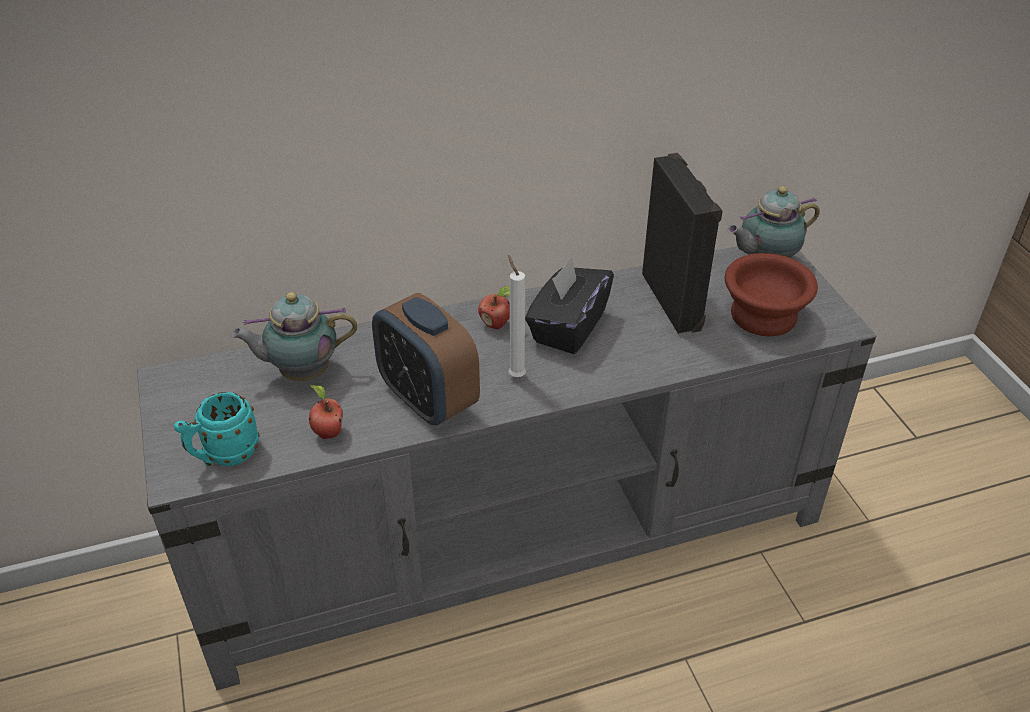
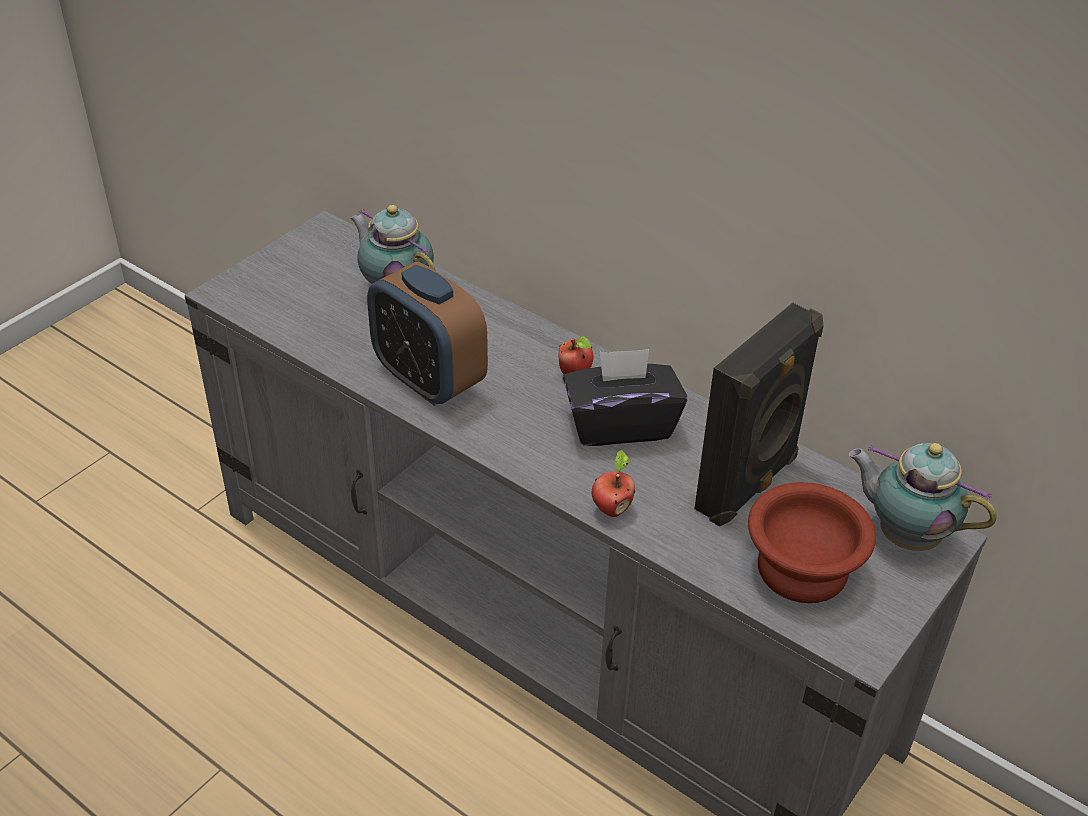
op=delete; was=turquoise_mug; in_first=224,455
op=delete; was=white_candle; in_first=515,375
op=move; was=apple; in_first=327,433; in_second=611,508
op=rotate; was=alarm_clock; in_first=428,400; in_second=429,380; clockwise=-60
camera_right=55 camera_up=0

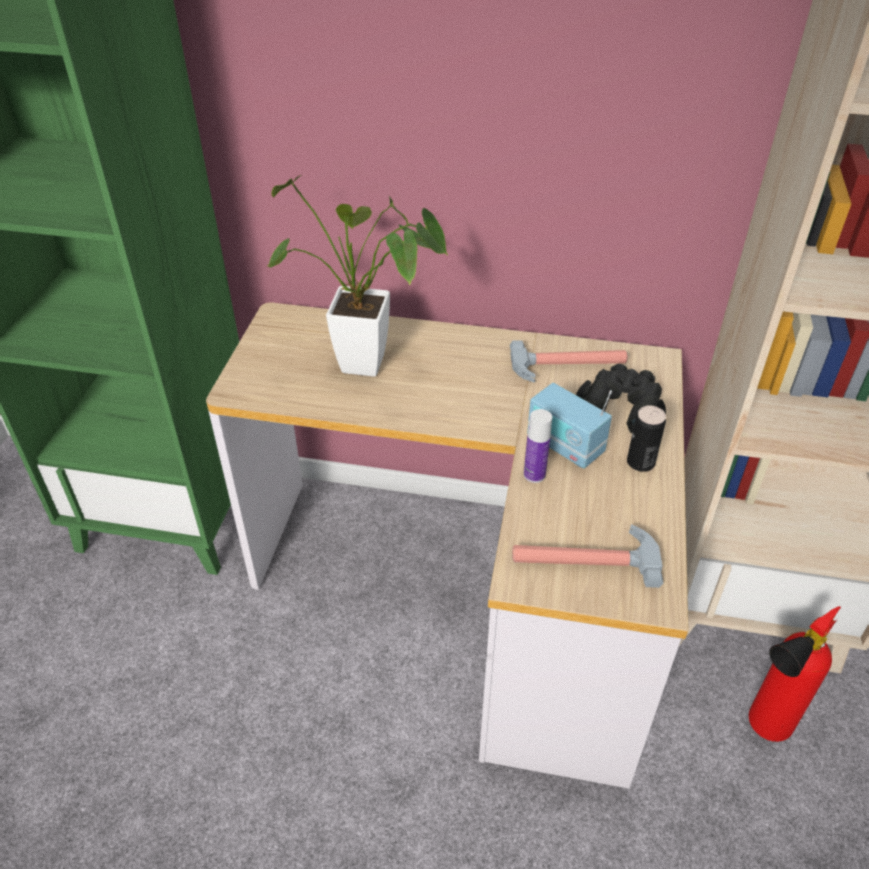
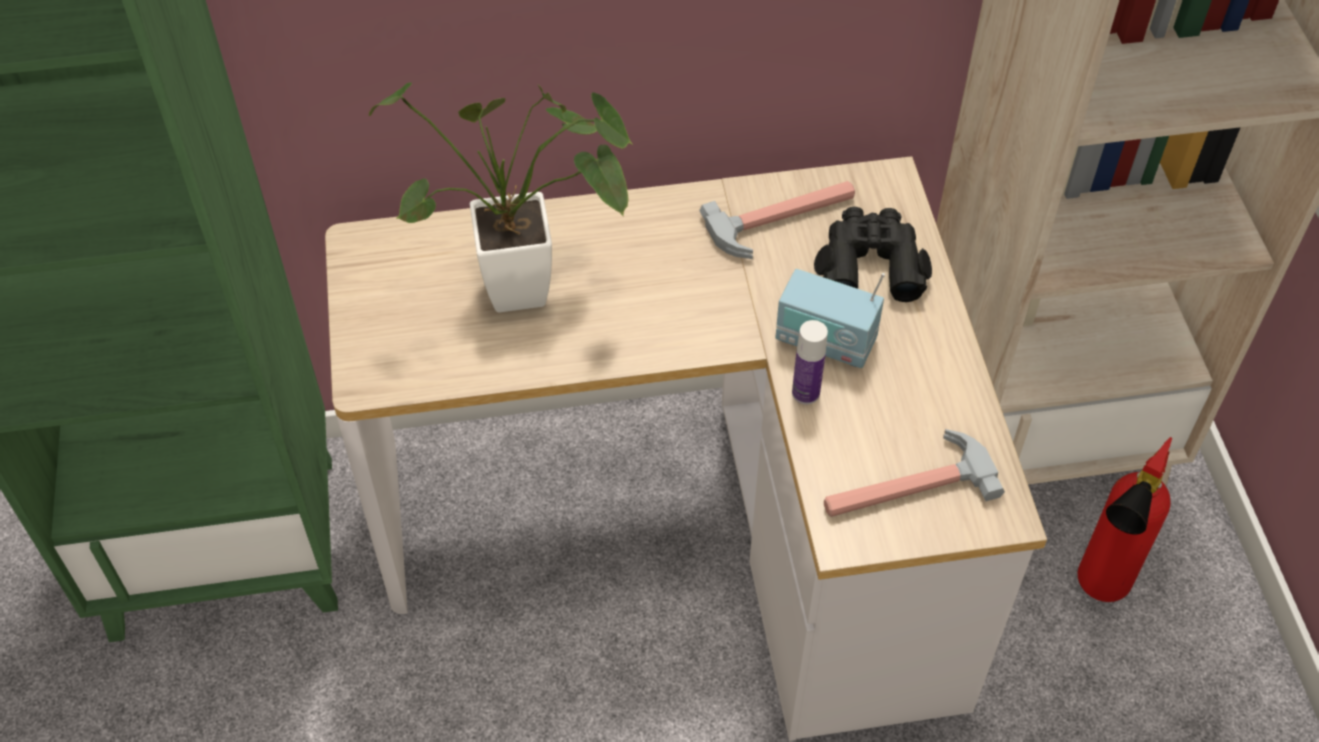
op=delete; was=can; in_first=640,462
camera_right=-20 camera_up=10

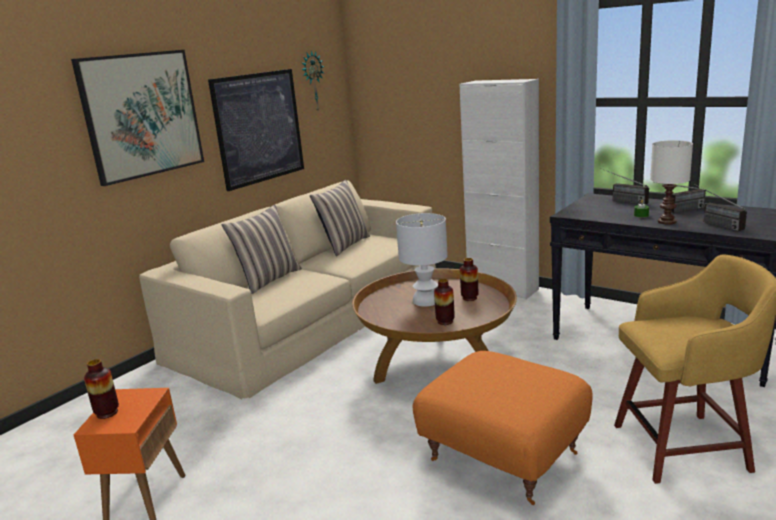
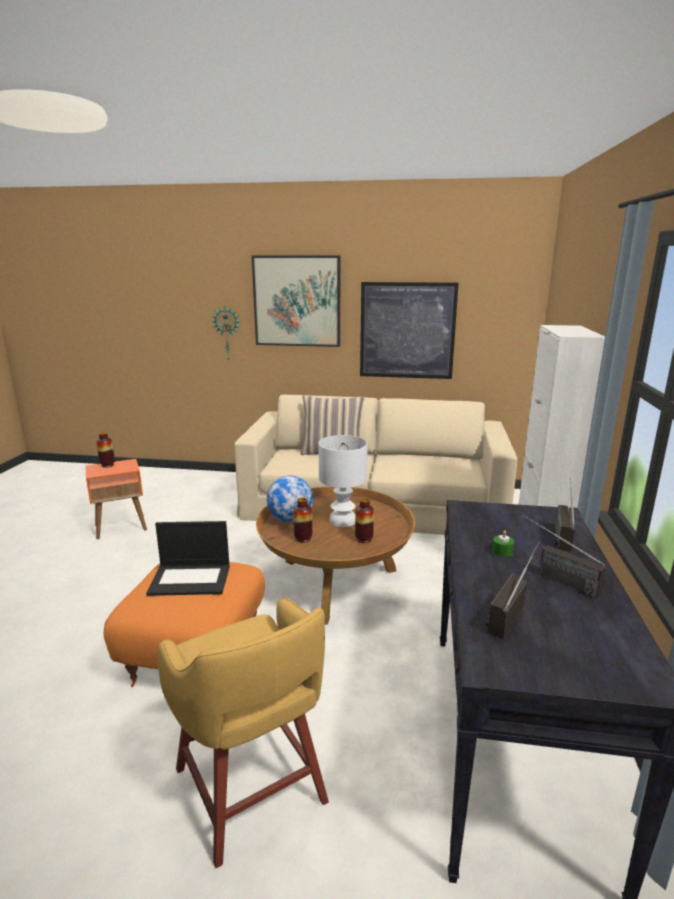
op=delete; was=pillow; in_first=344,245
op=delete; was=white_table_lamp; in_first=666,222
op=insert; now=laptop; in_second=191,579
op=insert; now=globe; in_second=290,520
op=move; was=wall_clock; in_first=312,81; in_second=227,333
camera_right=60 camera_up=0

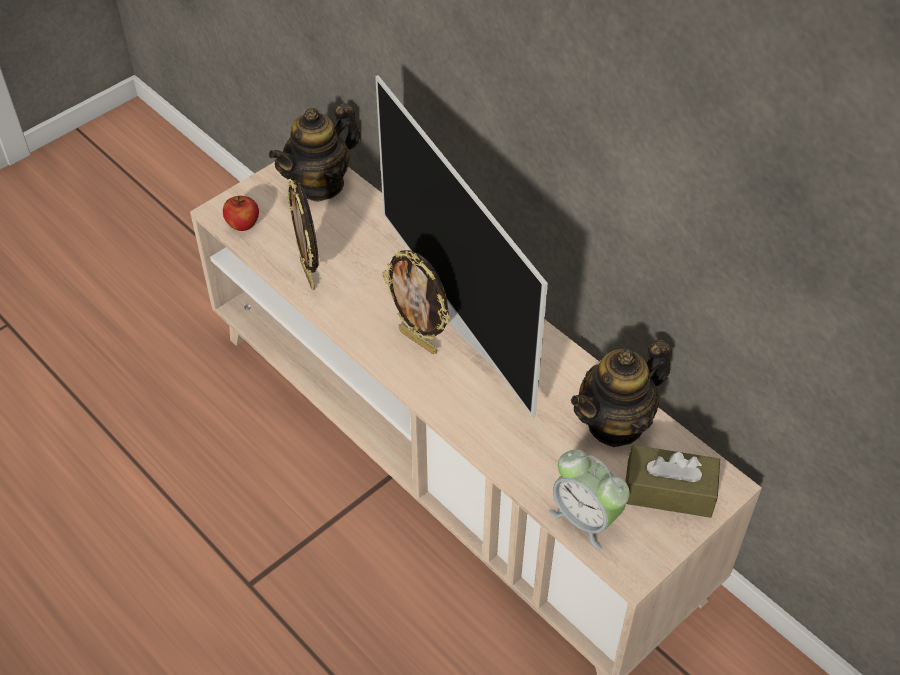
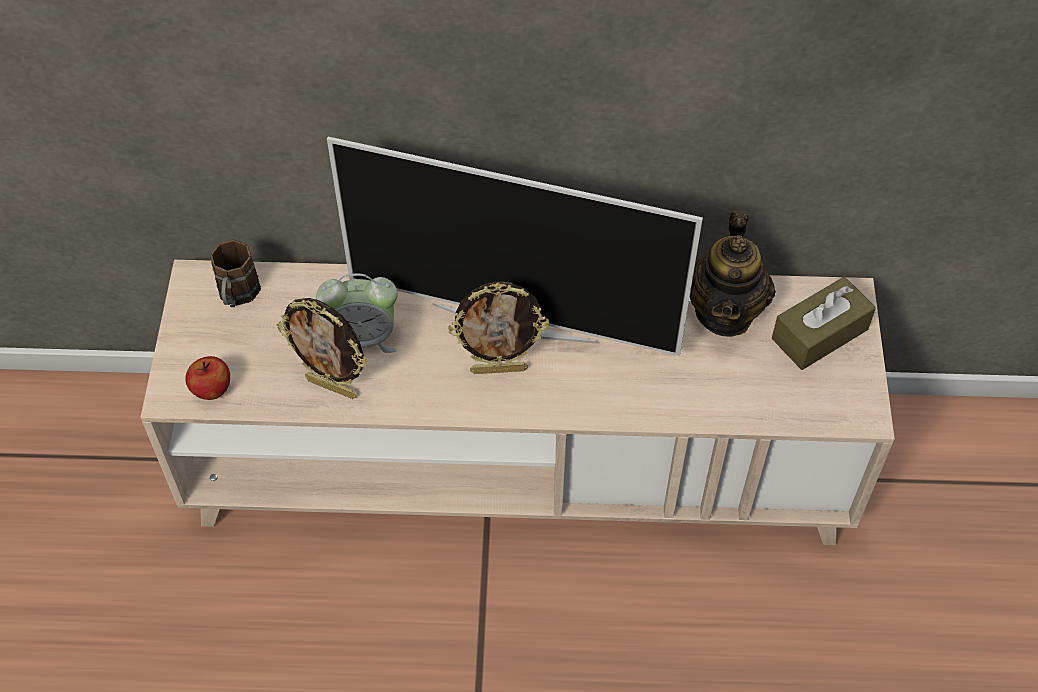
op=move; was=alarm_clock; in_first=585,518; in_second=363,337
op=replace; was=teapot; now=brown_mug; in_first=320,184; in_second=237,297
camera_right=-45 camera_up=5

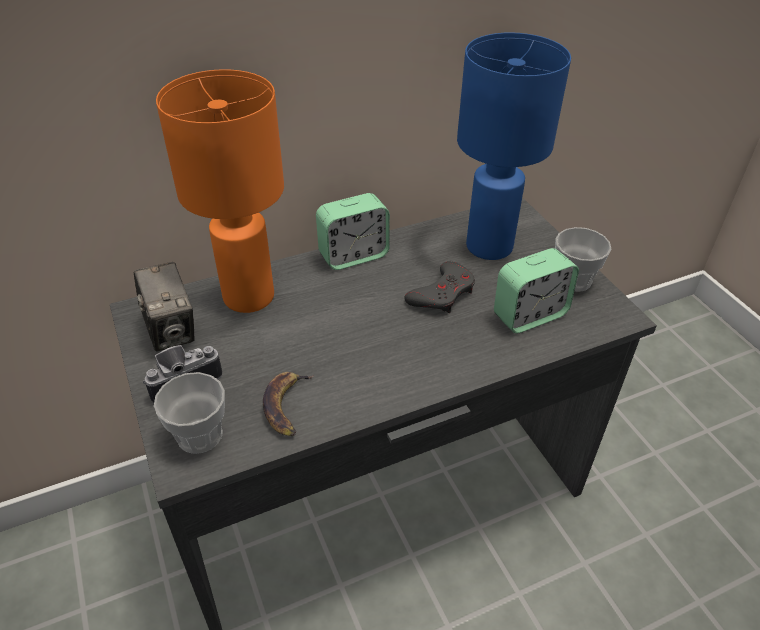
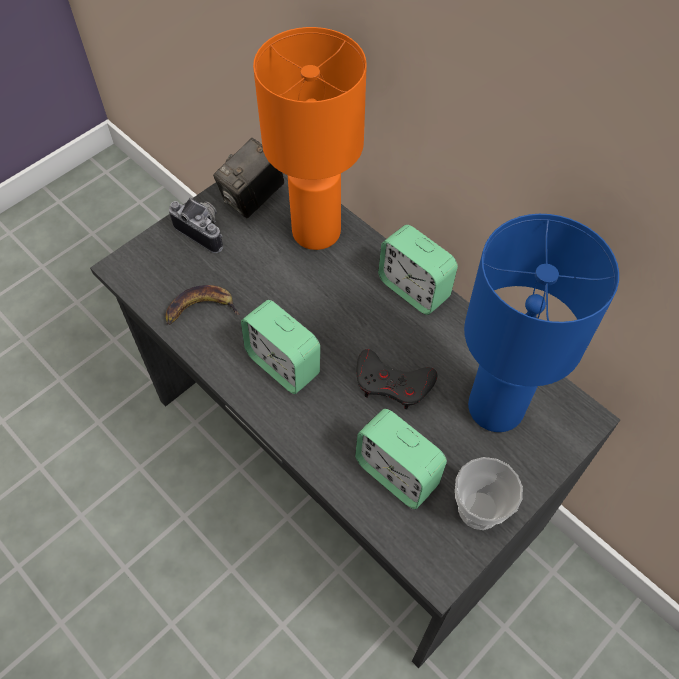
op=delete; was=cup; in_first=200,435
op=insert; now=alarm_clock; in_second=283,364
camera_right=70 camera_up=15

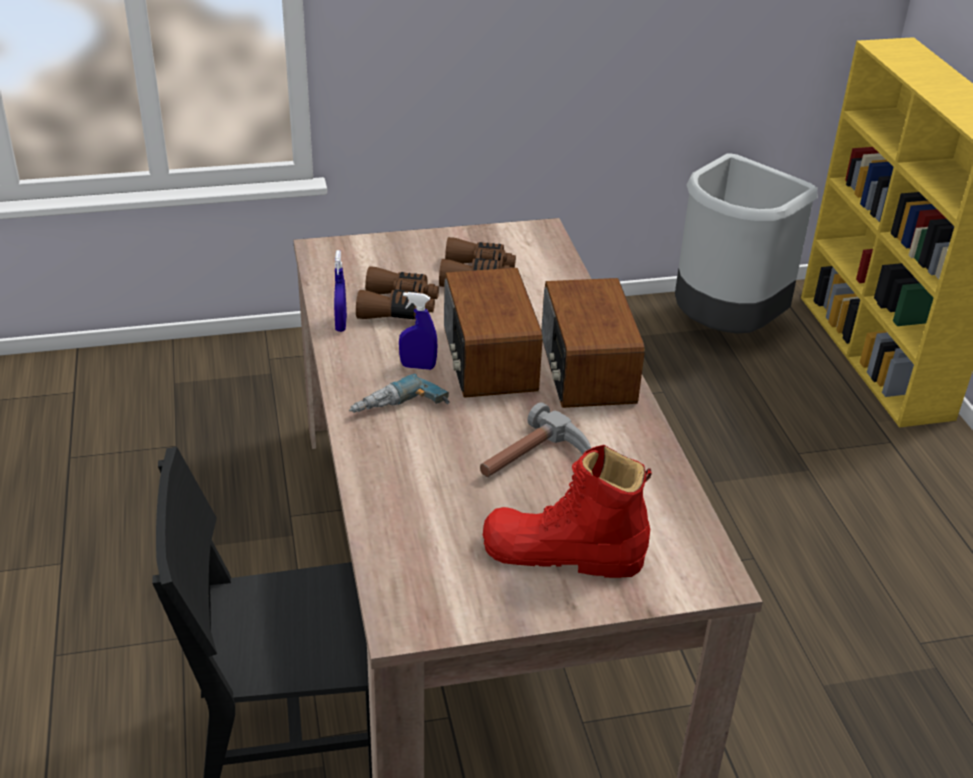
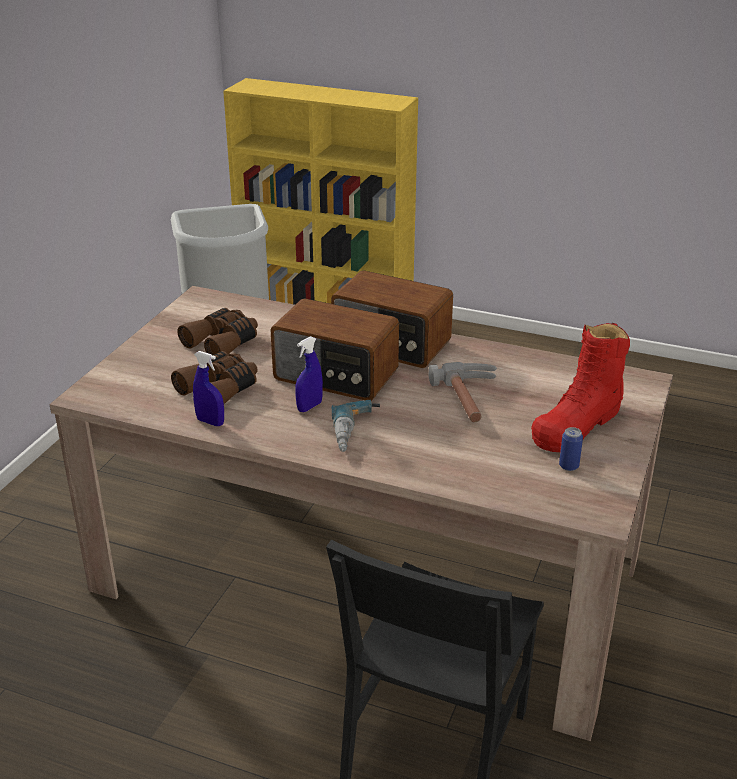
op=insert; now=can; in_second=568,466
camera_right=-55 camera_up=-5

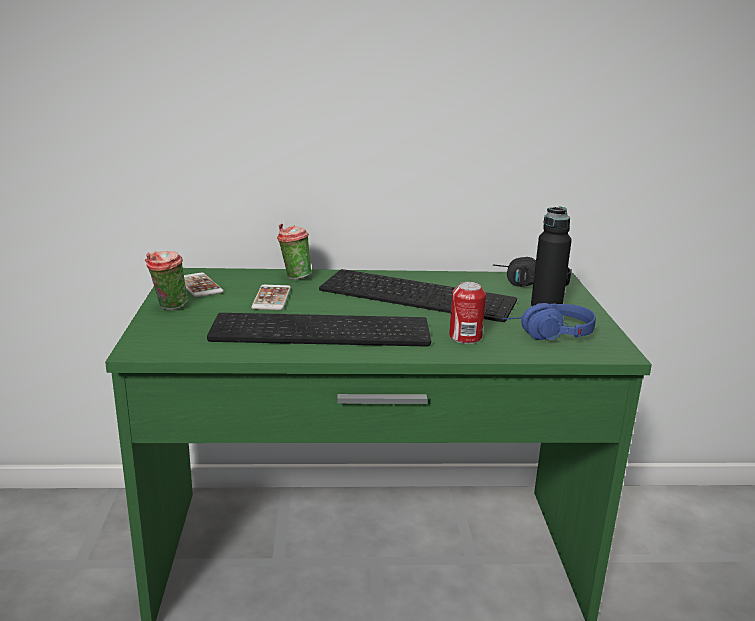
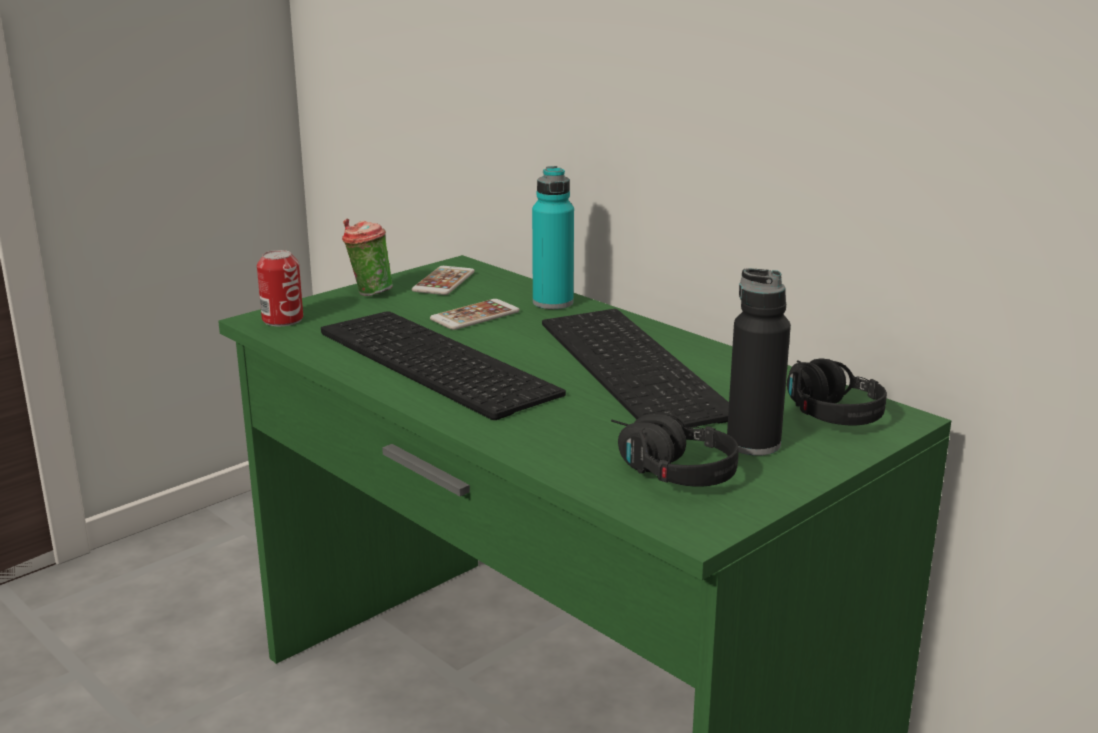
op=move; was=can; in_first=465,337; in_second=282,319
op=replace; was=cup; now=turquoise_bottle; in_first=294,277; in_second=553,302
op=recolor; was=blue_headphones; now=black_headphones; in_first=548,335; in_second=663,470
camera_right=50 camera_up=0

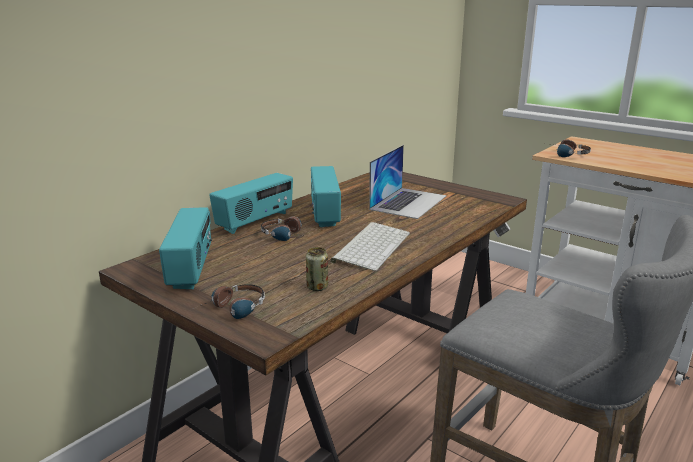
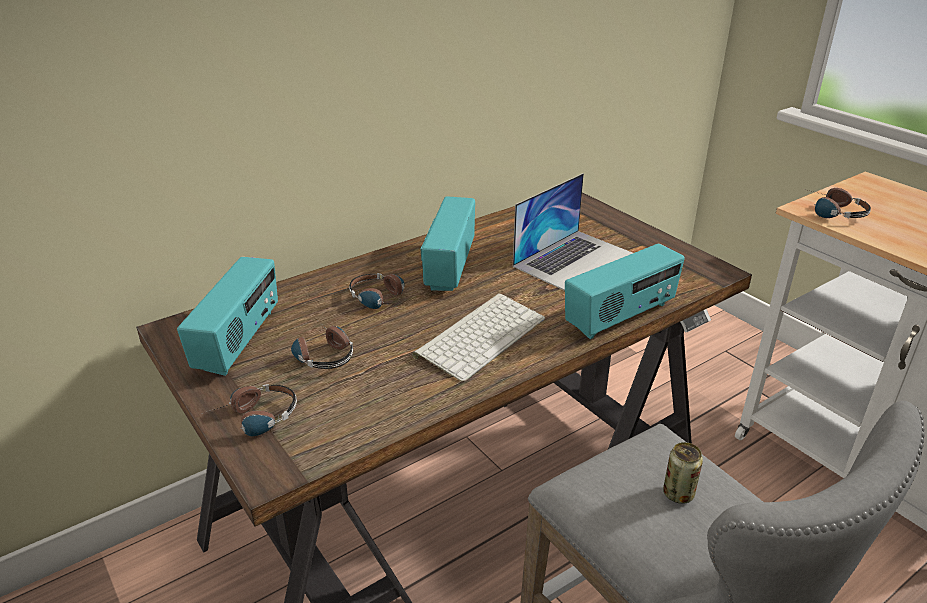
op=insert; now=headphones; in_second=321,354
op=move; was=radio; in_first=255,221; in_second=621,317
op=move; was=can; in_first=317,287; in_second=678,494
camera_right=15 camera_up=10

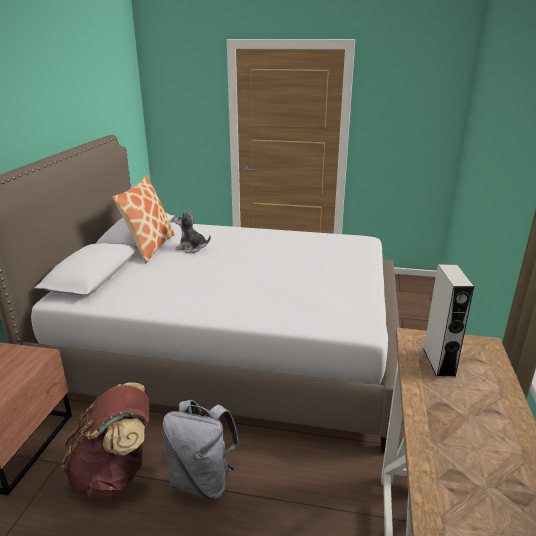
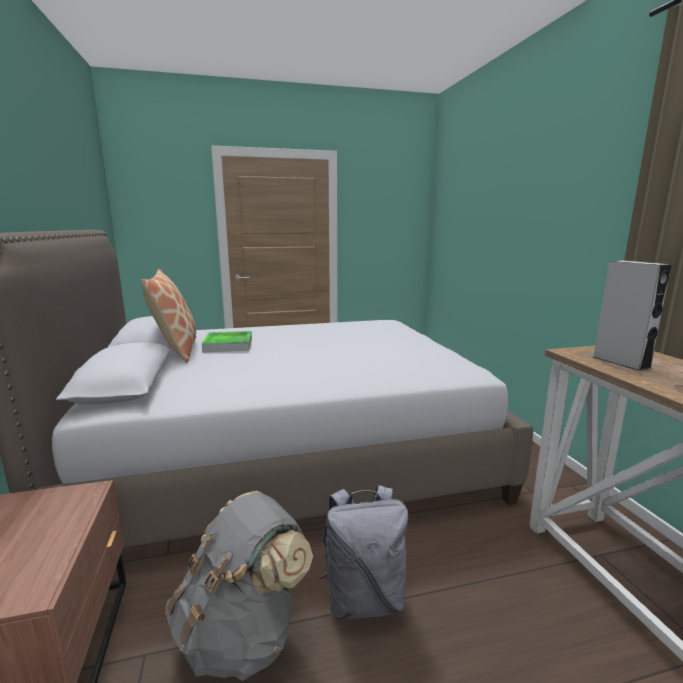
op=replace; was=plush_toy; now=tray; in_first=192,248; in_second=228,345
op=recolor; was=brown_backpack; now=grey_backpack; in_first=115,472; in_second=242,633
camera_right=-25 camera_up=-10

